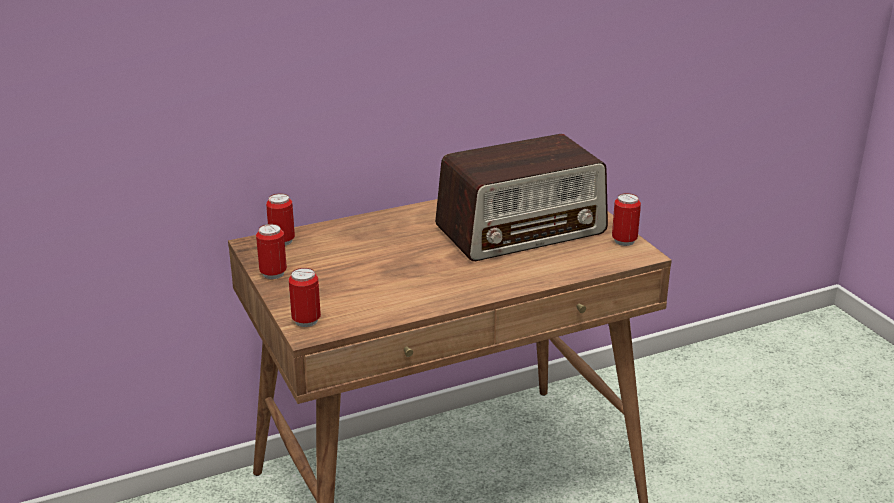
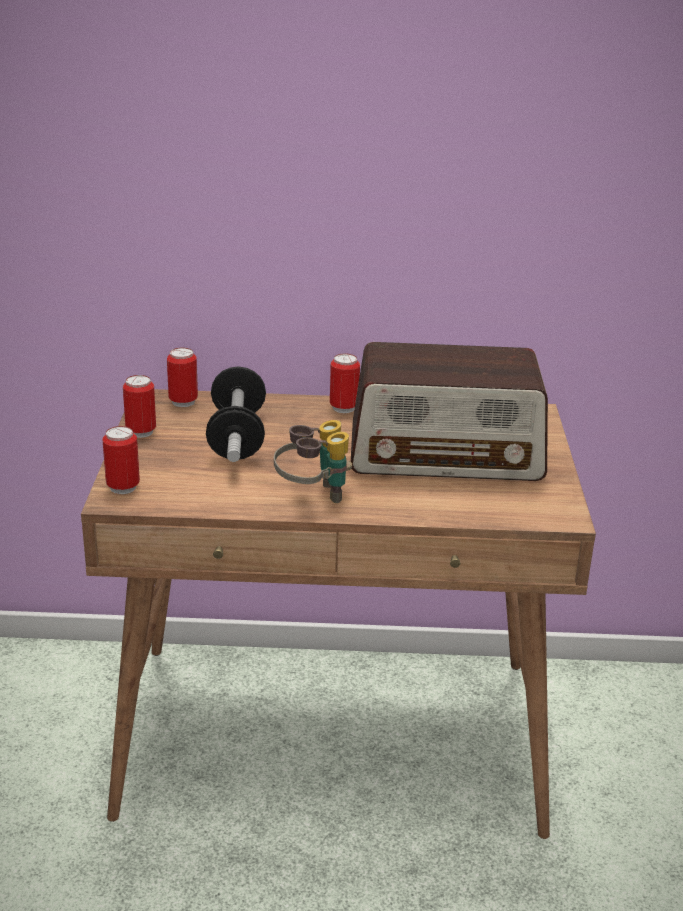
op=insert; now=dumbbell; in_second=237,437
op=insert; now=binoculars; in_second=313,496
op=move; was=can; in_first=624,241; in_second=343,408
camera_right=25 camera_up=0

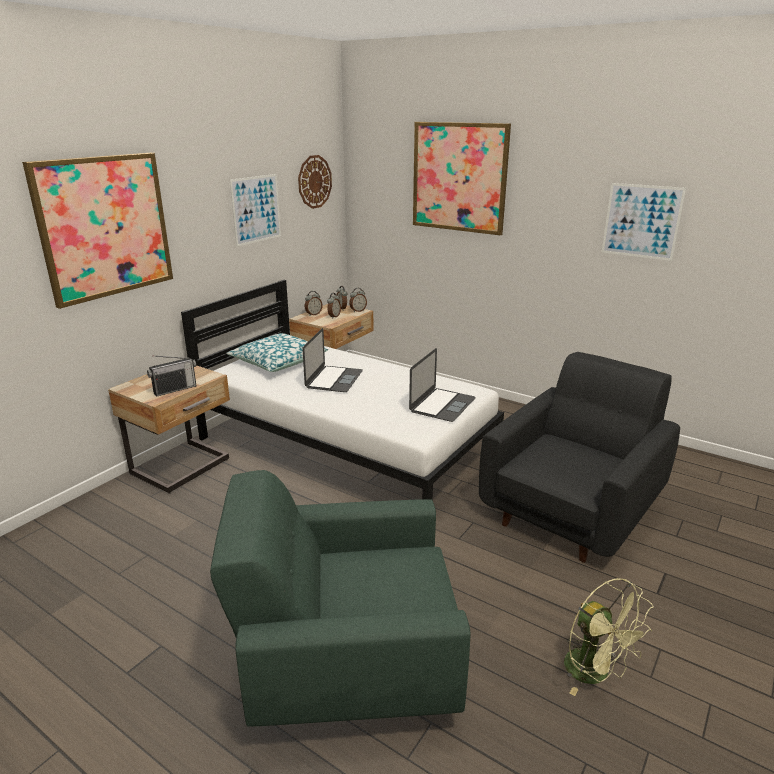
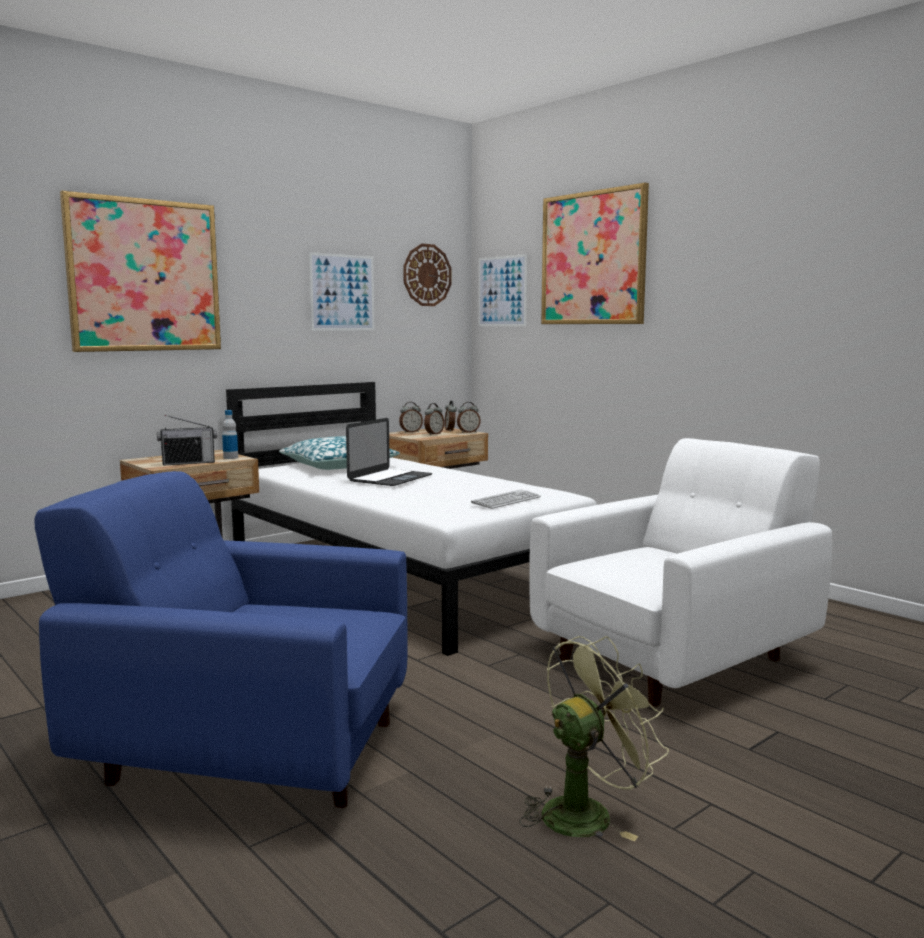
op=insert; now=bottle; in_second=230,457
op=move; was=picture; in_first=641,221; in_second=502,291
op=replace; was=laptop; now=keyboard; in_first=442,405; in_second=506,500
op=recolor; was=green_armchair; now=blue_armchair; in_first=347,661; in_second=247,750
op=recolor; was=black_armchair; now=white_armchair; in_first=573,510; in_second=675,658
op=rotate; was=green_fan; in_first=595,673; in_second=586,811; clockwise=-105
camera_right=15 camera_up=-15

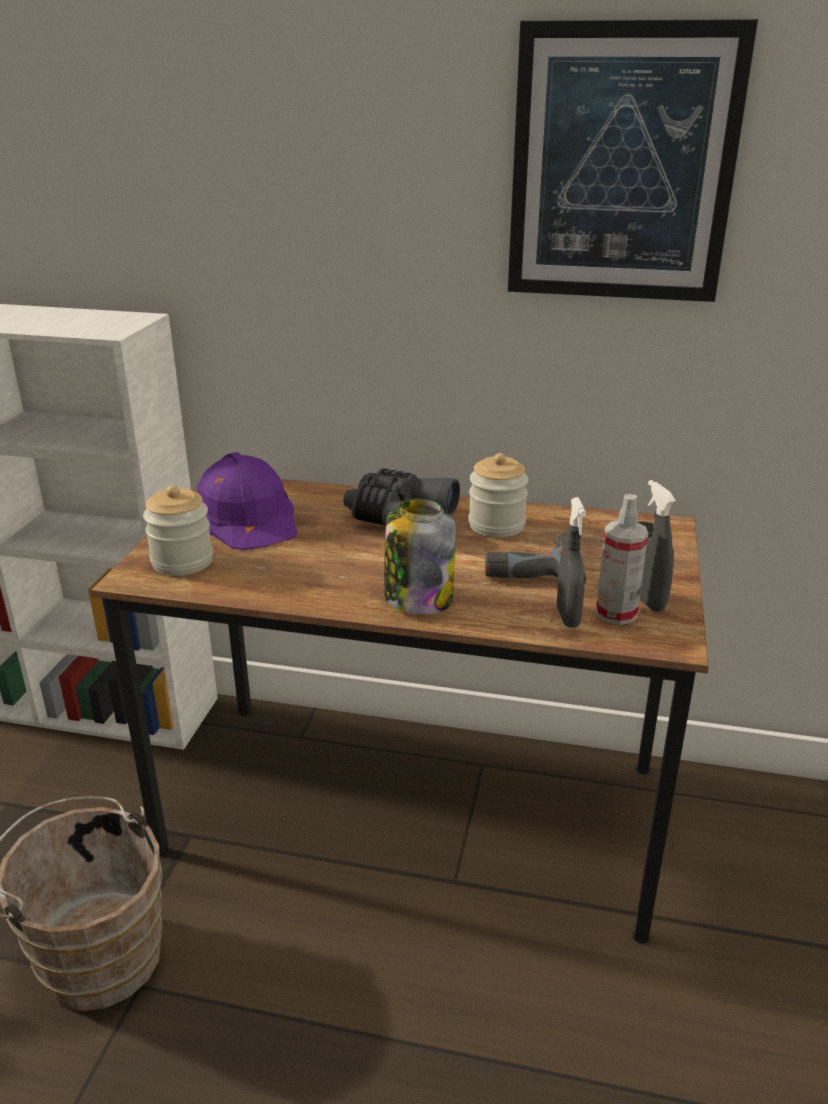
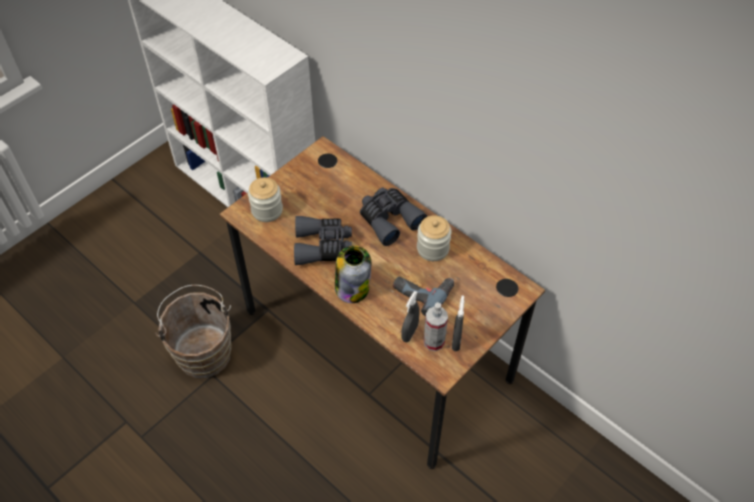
op=delete; was=purple_hard_hat; in_first=247,516
op=delete; was=picture; in_first=622,166
op=insert; now=grey_binoculars; in_second=323,246
camera_right=30 camera_up=25

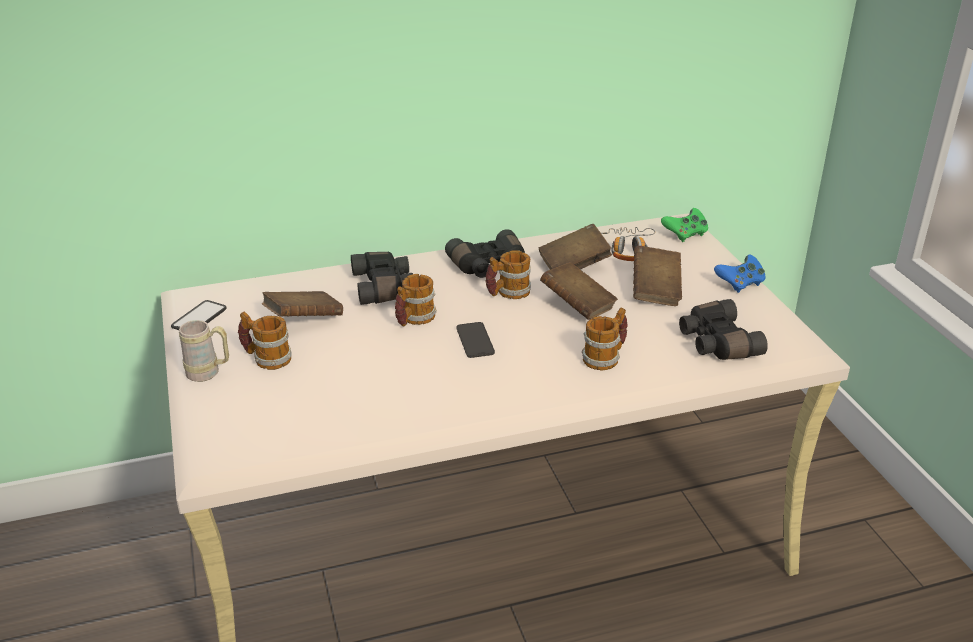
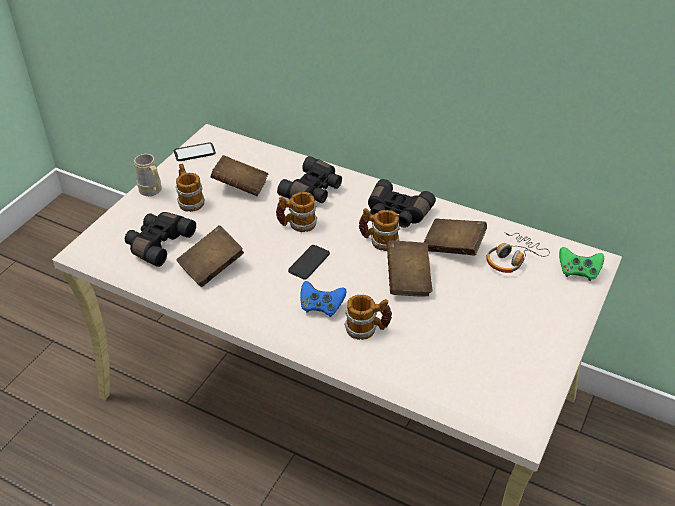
op=move; was=brown_book; in_first=655,291; in_second=212,267
op=move; was=black_binoculars; in_first=716,343; in_second=158,244
op=move; was=blue_game_controller; in_first=740,284; in_second=321,307
camera_right=45 camera_up=10

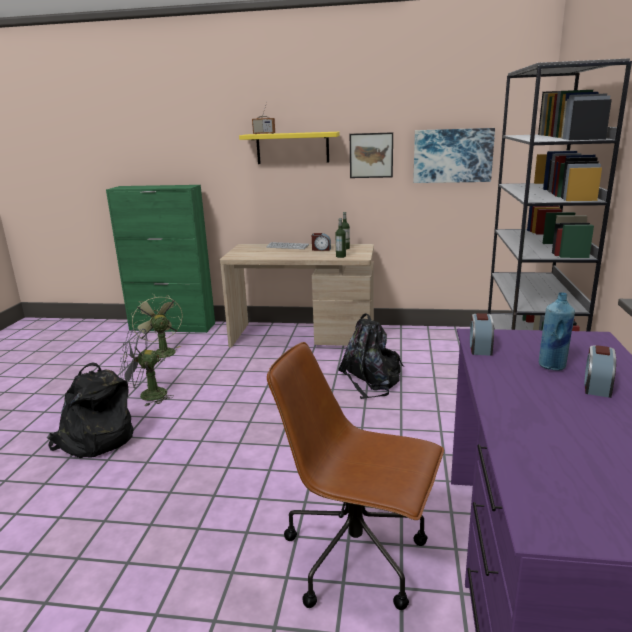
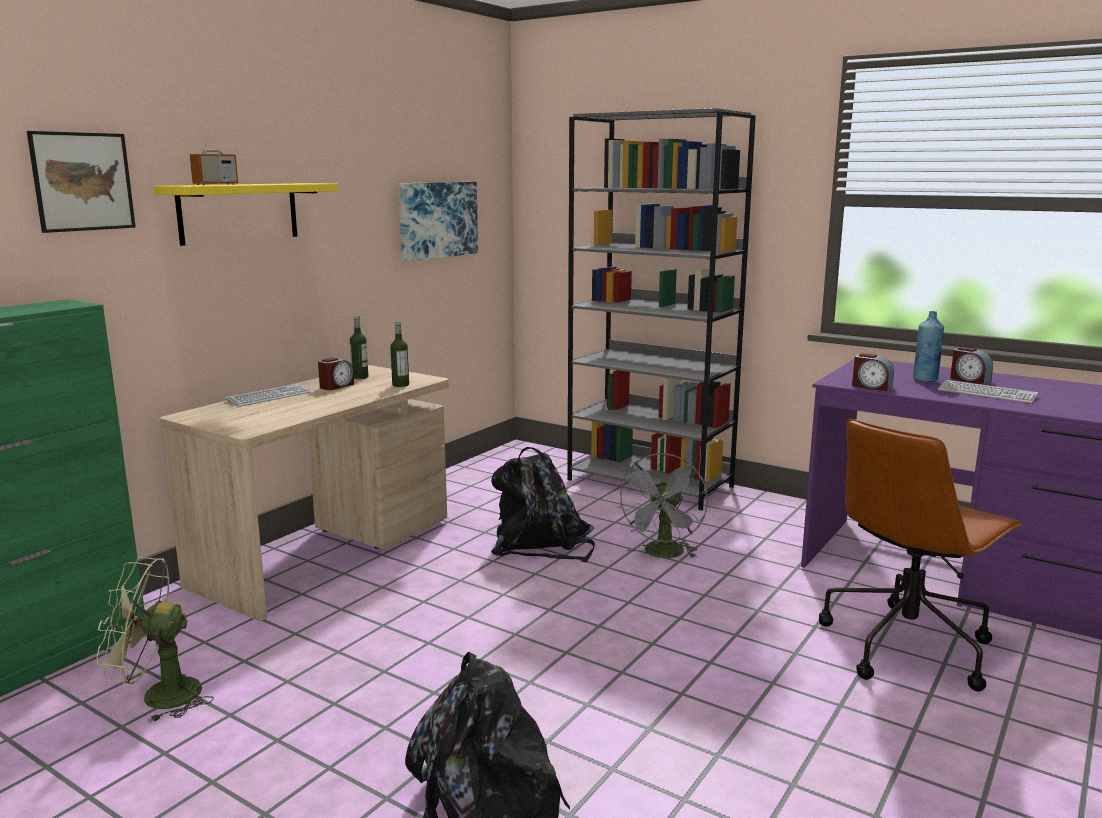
op=insert; now=keyboard; in_second=986,393
op=move; was=grey_fan; in_first=147,396; in_second=663,555
op=move; was=picture; in_first=371,155; in_second=82,181
camera_right=-65 camera_up=-5

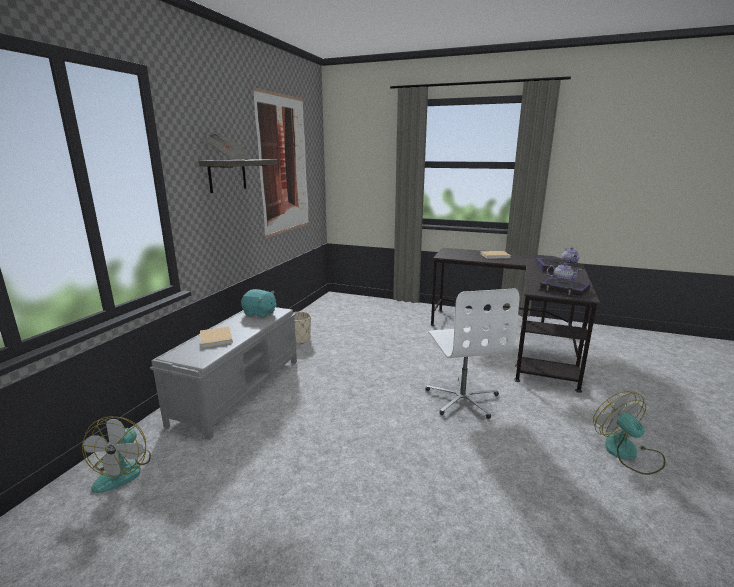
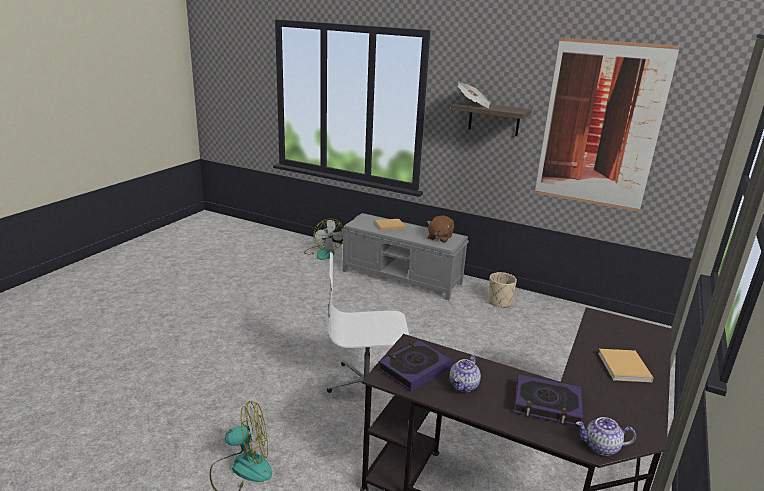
op=recolor; was=turquoise_plush_toy; now=brown_plush_toy; in_first=260,313; in_second=439,237
op=rotate; was=fan; in_first=124,470; in_second=323,252; clockwise=-120
camera_right=95 camera_up=5

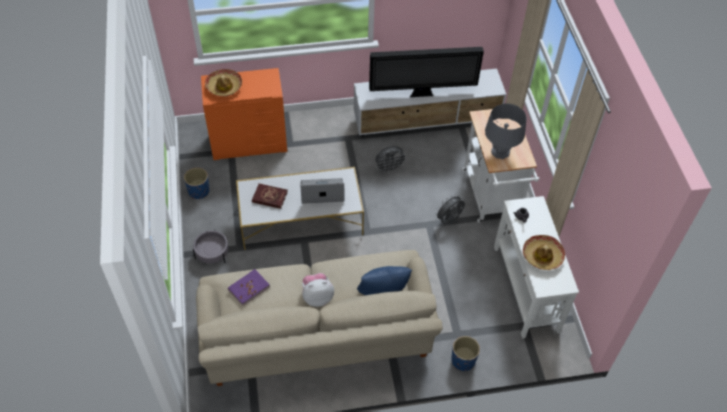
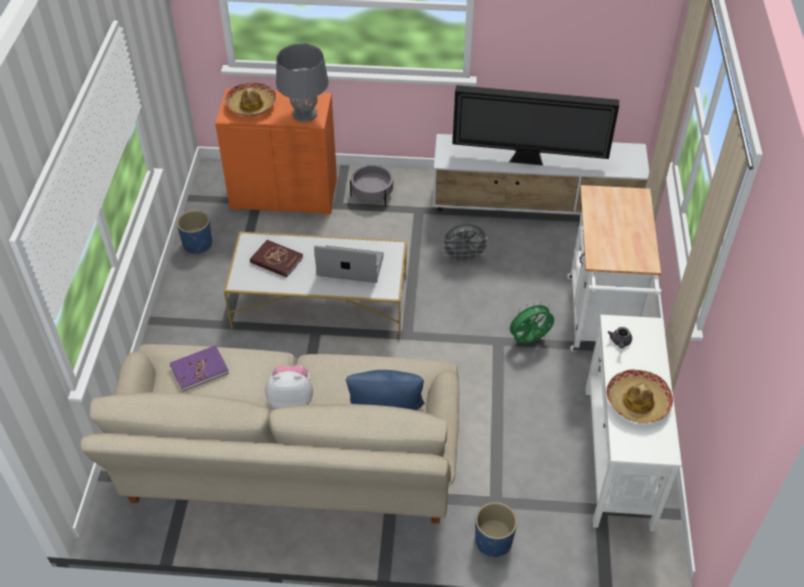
op=move; was=grey_planter; in_first=212,253; in_second=372,194
op=move; was=grey_table_lamp; in_first=500,152; in_second=305,114
op=recolor; was=grey_fan; now=green_fan; in_first=449,220; in_second=529,340
camera_right=15 camera_up=-5

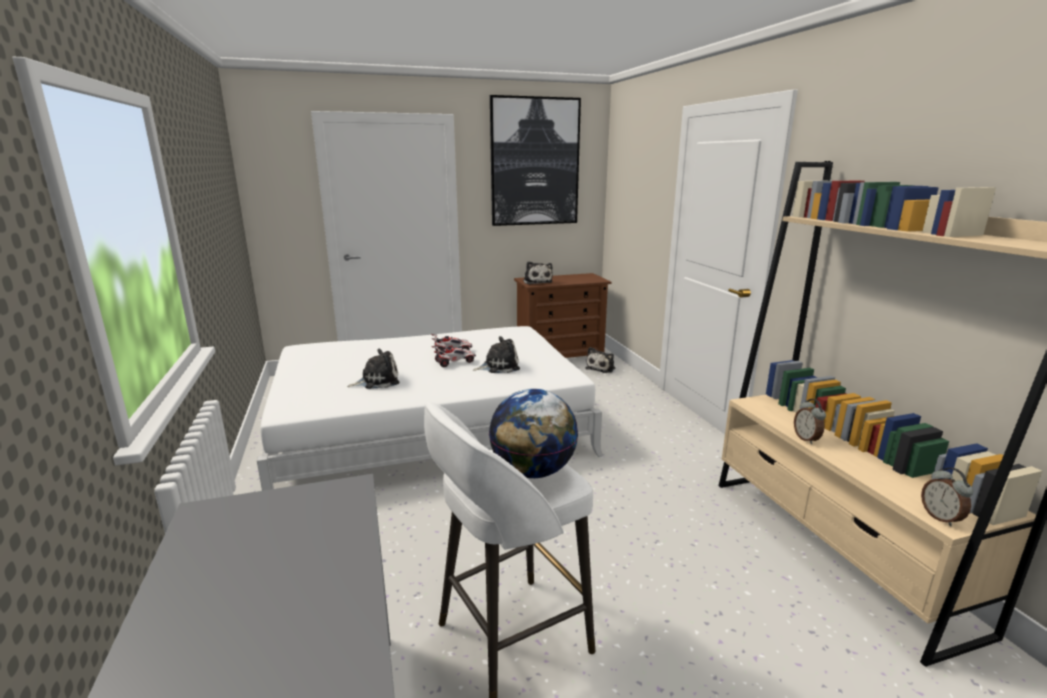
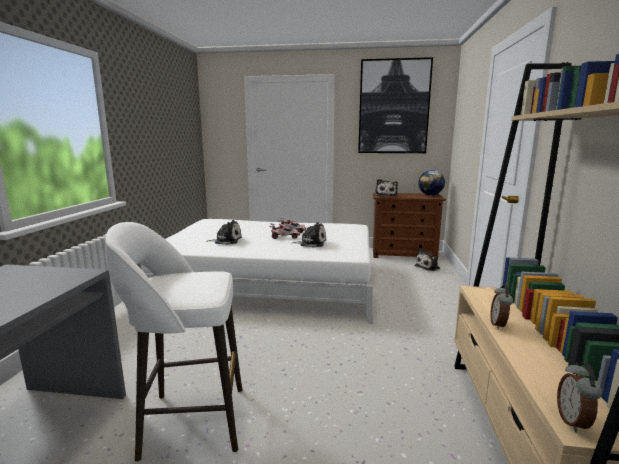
op=move; was=globe; in_first=532,471; in_second=430,195
camera_right=25 camera_up=-5

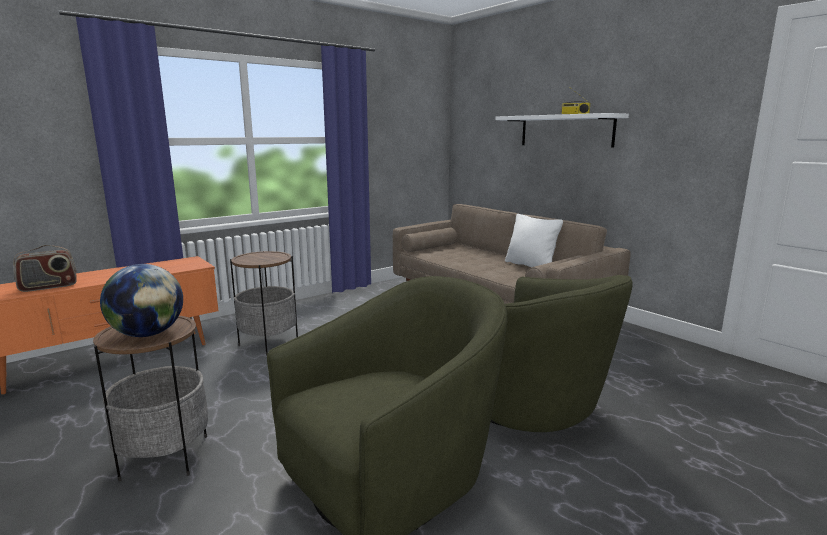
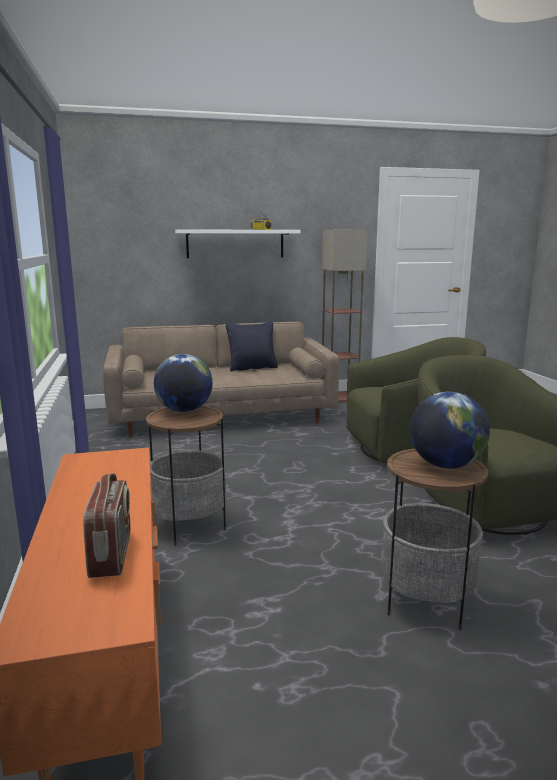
op=insert; now=globe; in_second=184,410
op=insert; now=floor_lamp; in_second=339,397
op=recolor; was=white_pillow; now=black_pillow; in_first=530,265; in_second=252,368
camera_right=-65 camera_up=0

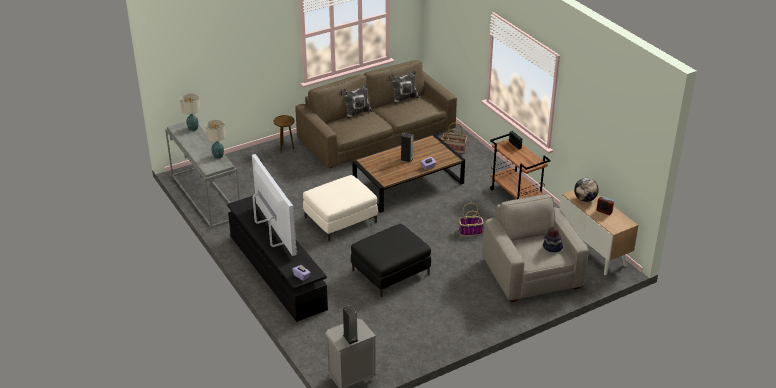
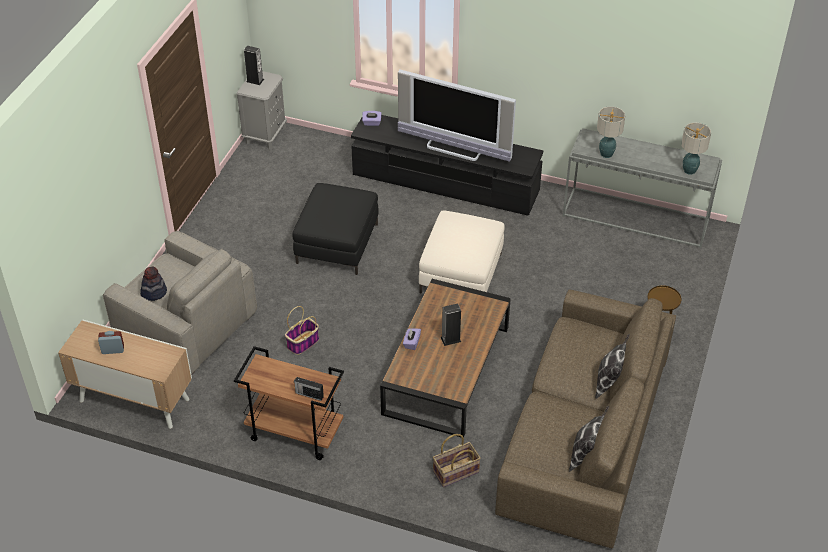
op=delete; was=globe; in_first=585,199
camera_right=140 camera_up=10

